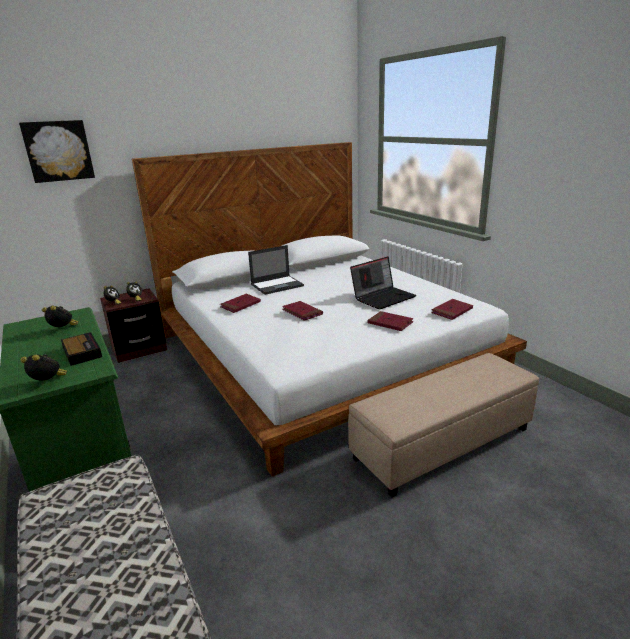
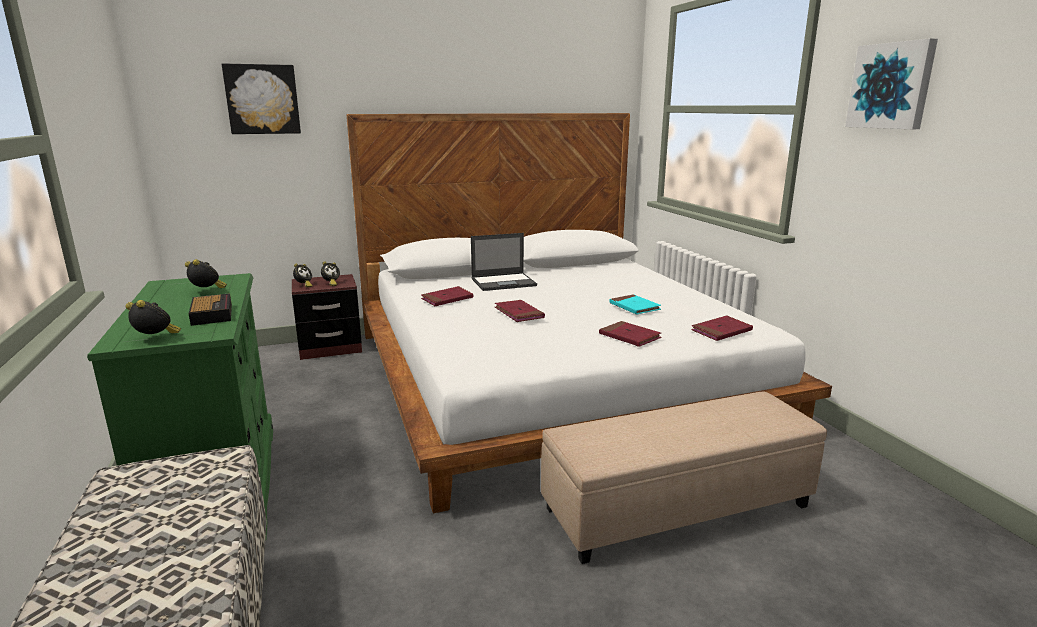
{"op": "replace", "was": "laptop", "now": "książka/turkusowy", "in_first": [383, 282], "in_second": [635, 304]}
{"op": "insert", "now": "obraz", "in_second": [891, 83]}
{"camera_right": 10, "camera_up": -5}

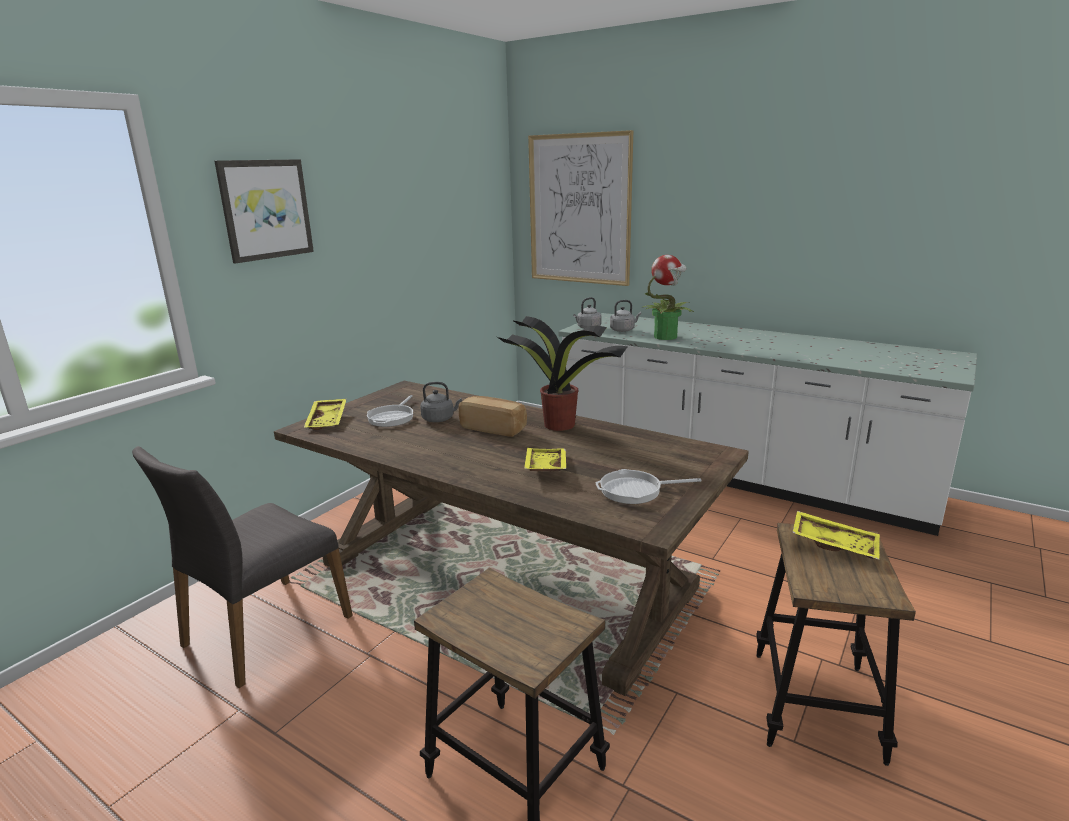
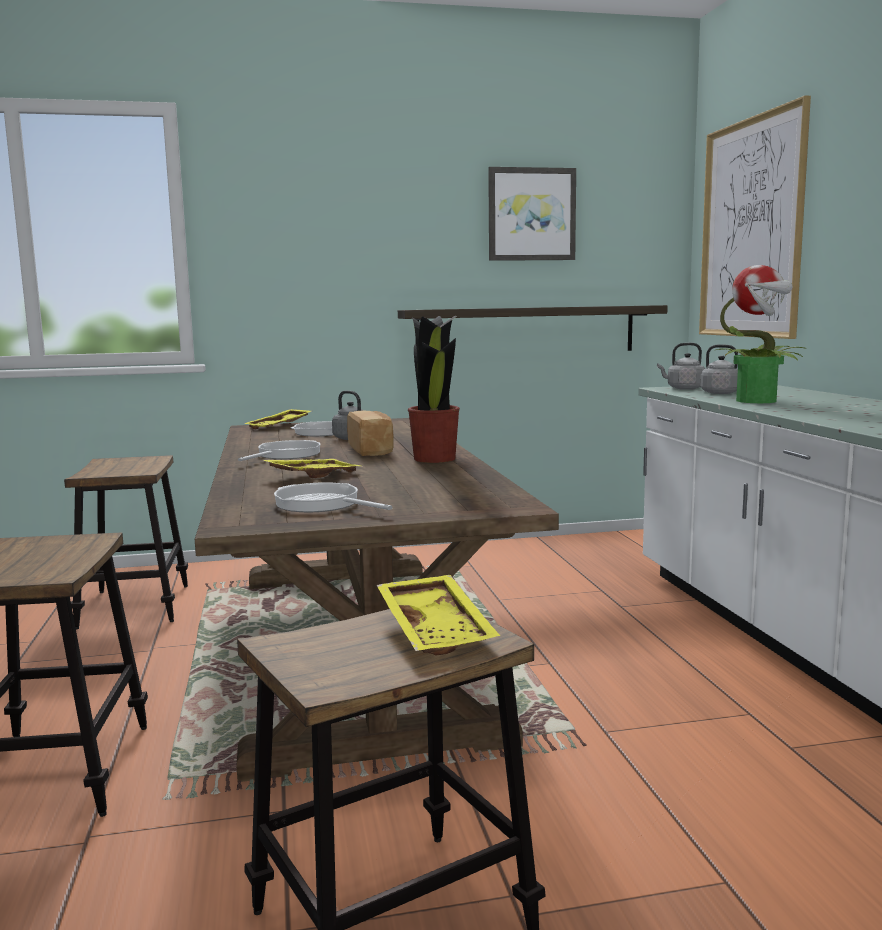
{"op": "move", "was": "obraz", "in_first": [264, 211], "in_second": [532, 214]}
{"op": "replace", "was": "krzesło/szary", "now": "stołek", "in_first": [242, 567], "in_second": [126, 542]}
{"op": "insert", "now": "półka", "in_second": [533, 328]}
{"op": "insert", "now": "patelnia", "in_second": [279, 450]}
{"camera_right": 45, "camera_up": -10}

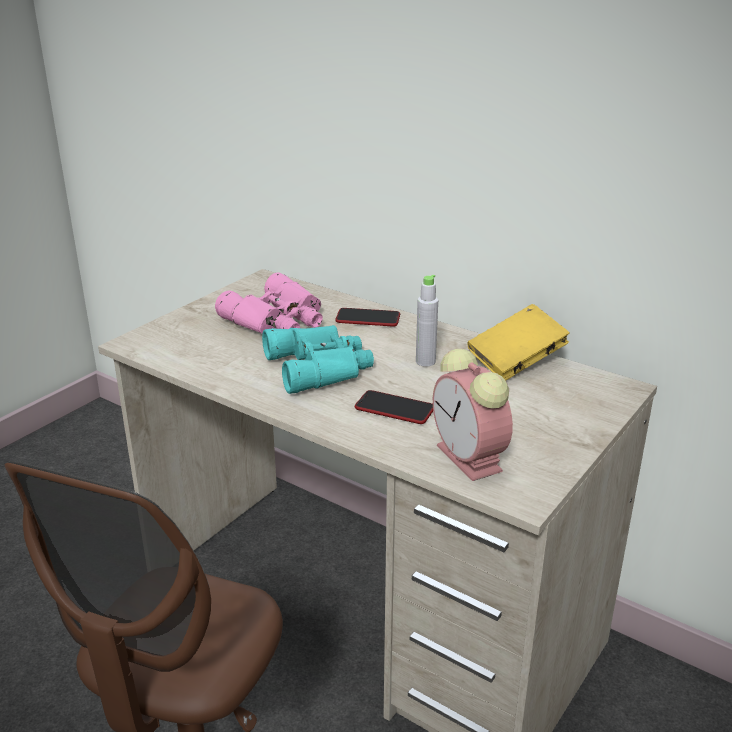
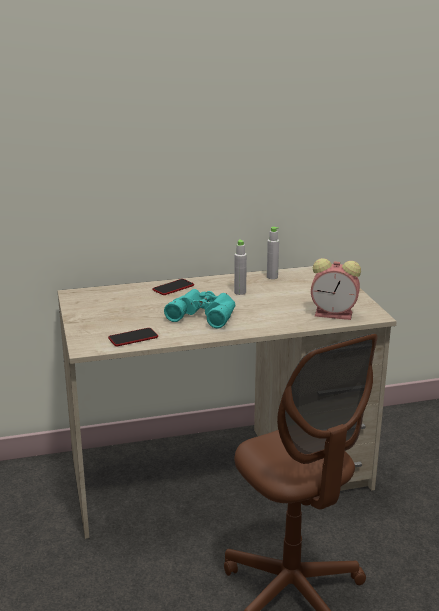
{"op": "delete", "was": "lornetka/różowy", "in_first": [269, 303]}
{"op": "replace", "was": "książka/żółty", "now": "butelka/szary", "in_first": [518, 342], "in_second": [273, 253]}
{"op": "move", "was": "telefon", "in_first": [394, 407], "in_second": [133, 337]}
{"camera_right": -50, "camera_up": -5}

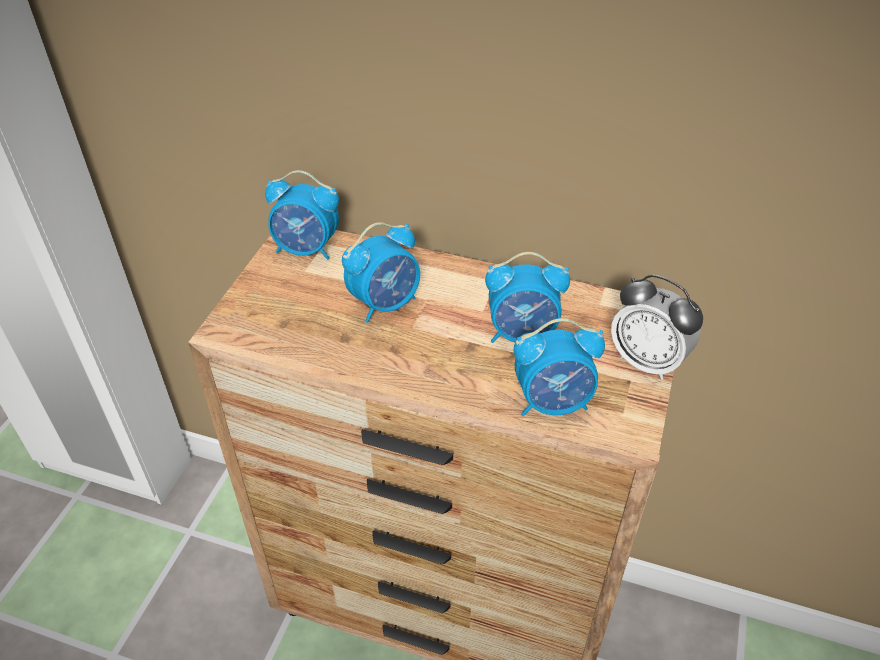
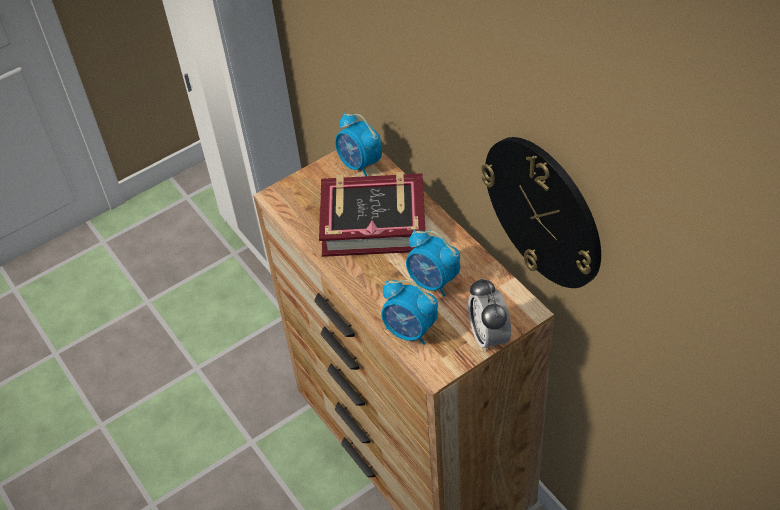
{"op": "replace", "was": "budzik", "now": "książka", "in_first": [381, 272], "in_second": [372, 214]}
{"op": "insert", "now": "zegar ścienny", "in_second": [541, 212]}
{"camera_right": 40, "camera_up": 5}

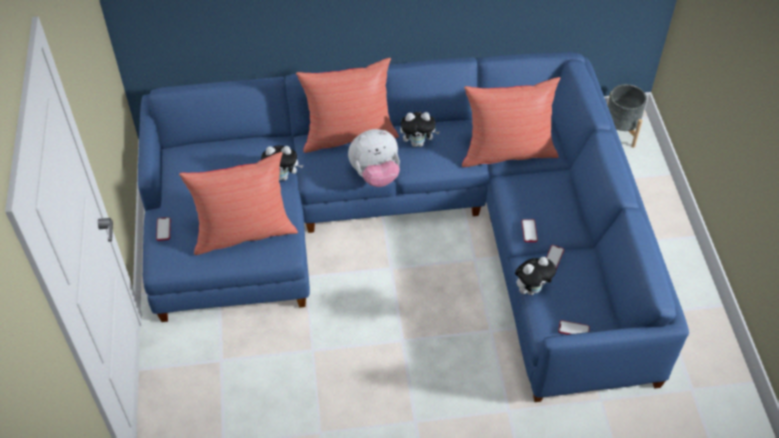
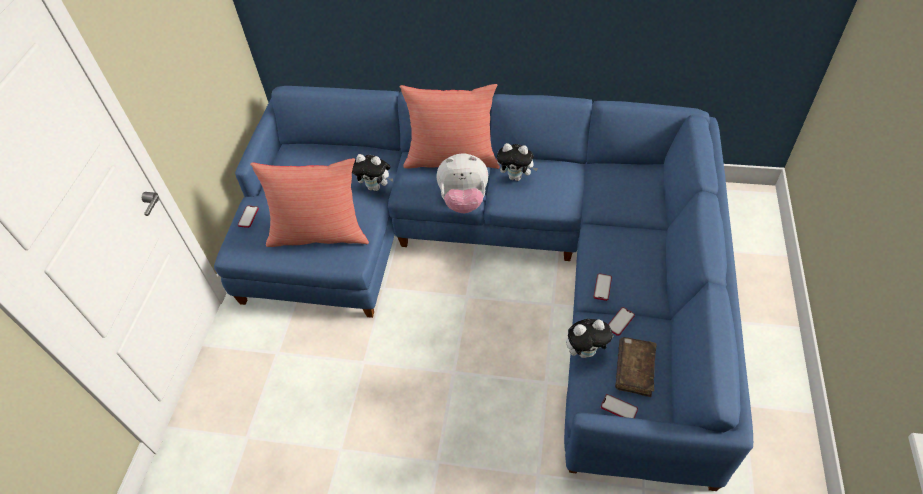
{"op": "delete", "was": "poduszka/czerwony", "in_first": [511, 122]}
{"op": "delete", "was": "donica/szary", "in_first": [627, 116]}
{"op": "insert", "now": "książka/brązowy", "in_second": [635, 367]}
{"camera_right": 20, "camera_up": 0}

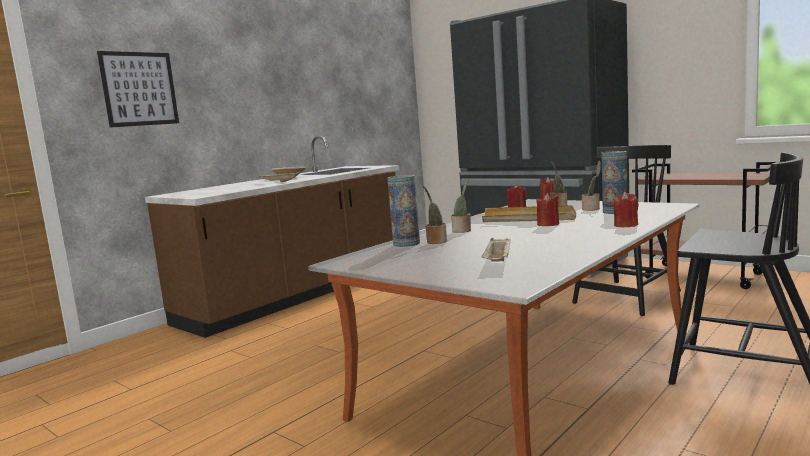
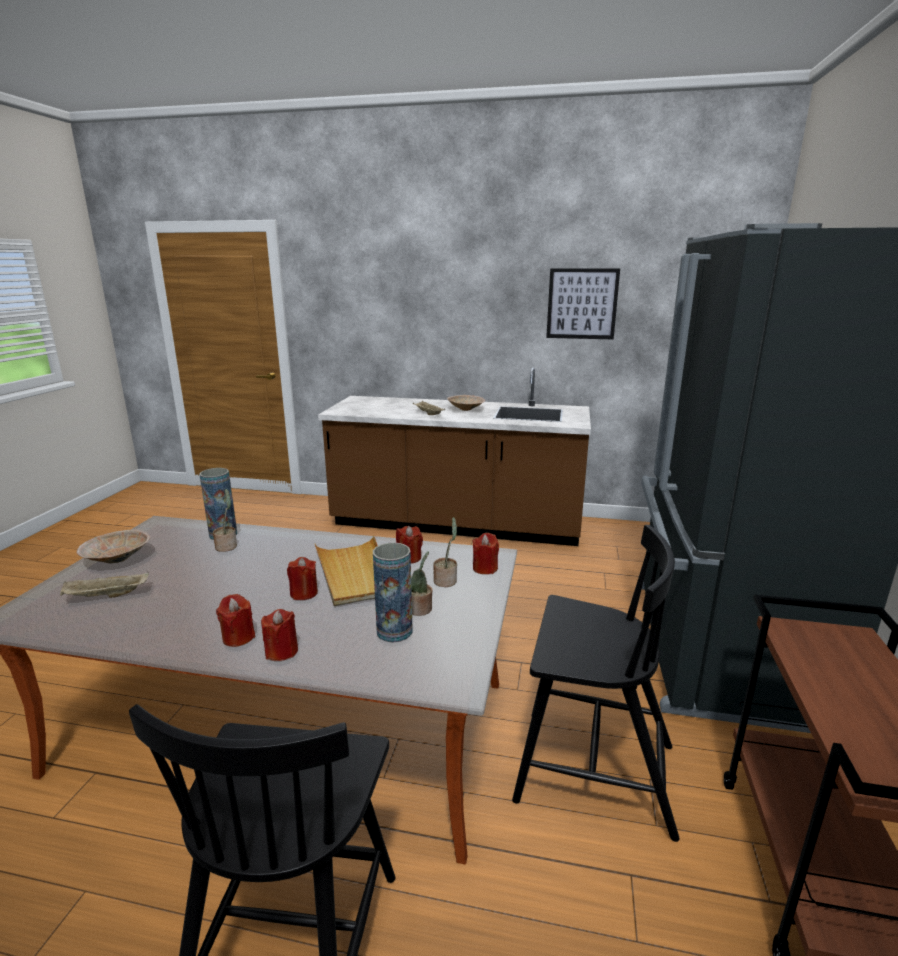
{"op": "move", "was": "obraz", "in_first": [138, 89], "in_second": [583, 303]}
{"op": "delete", "was": "roślina doniczkowa", "in_first": [461, 206]}
{"op": "insert", "now": "miska/beżowy", "in_second": [113, 546]}
{"op": "insert", "now": "świeca/czerwony", "in_second": [235, 620]}
{"camera_right": 60, "camera_up": 10}

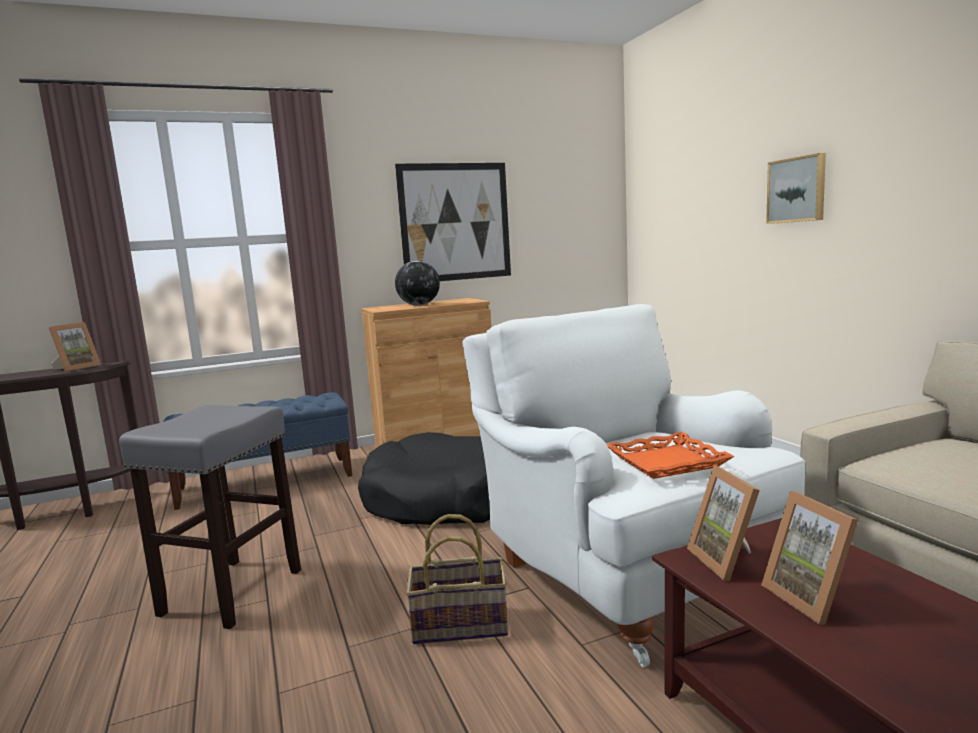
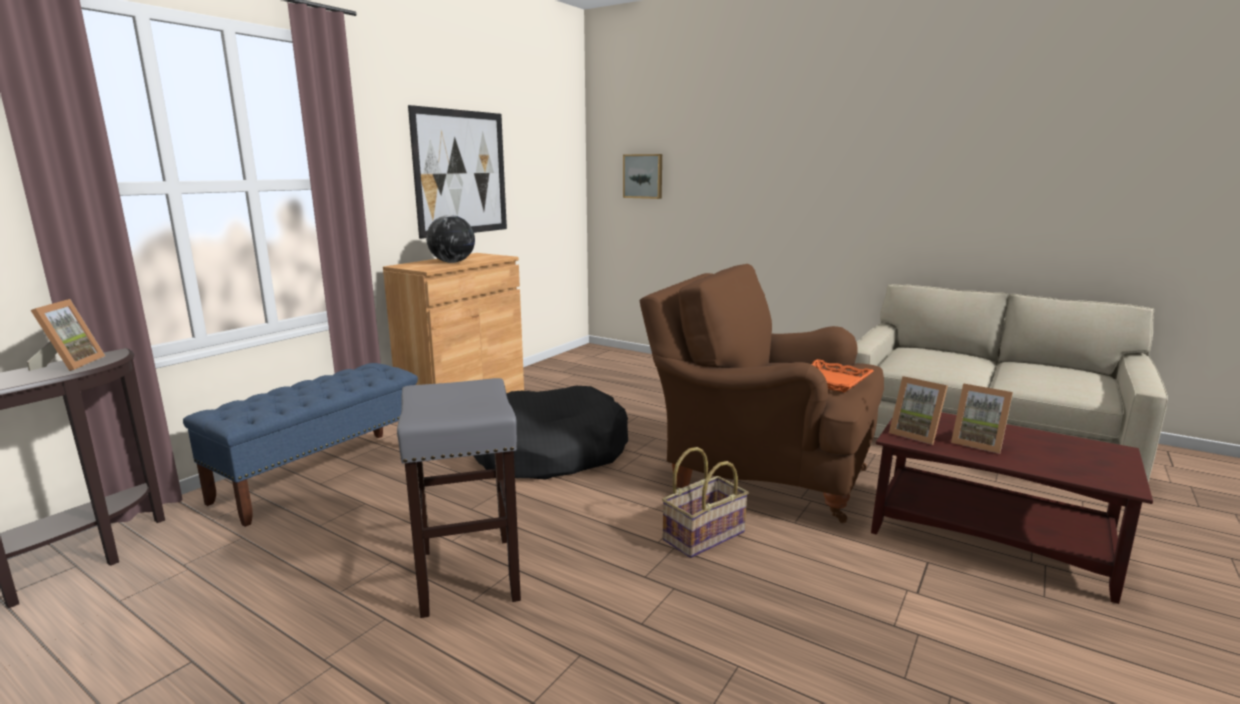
{"op": "move", "was": "obraz", "in_first": [796, 188], "in_second": [642, 176]}
{"op": "recolor", "was": "fotel/biały", "now": "fotel/brązowy", "in_first": [634, 485], "in_second": [761, 393]}
{"camera_right": -35, "camera_up": 5}

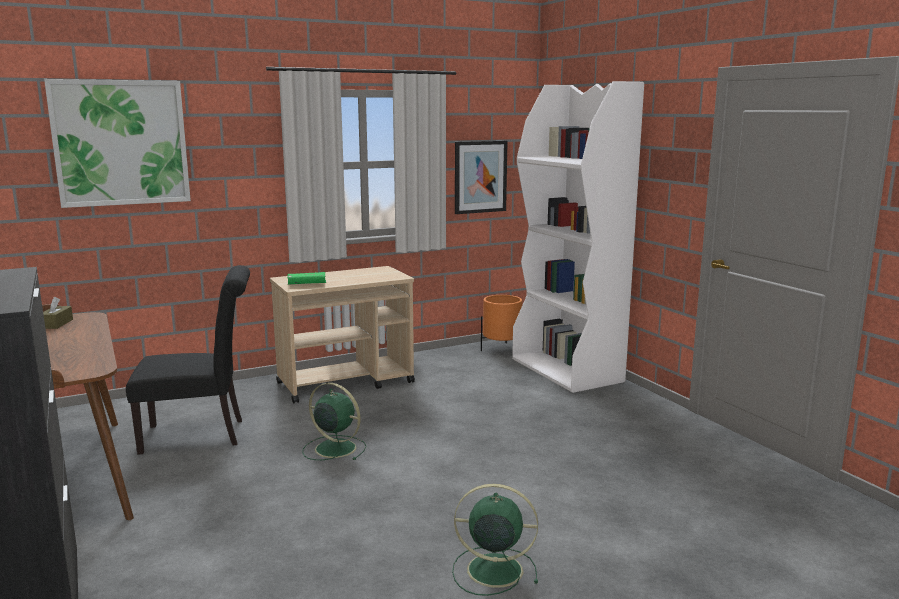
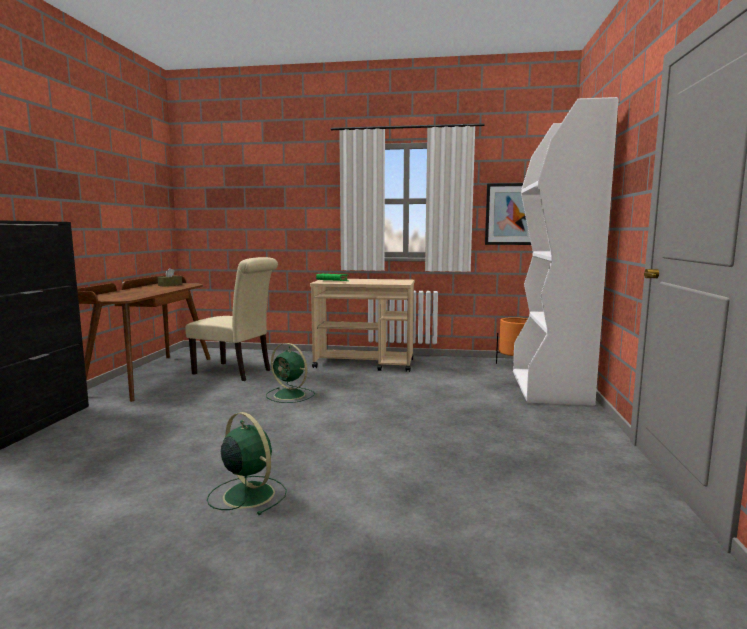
{"op": "delete", "was": "obraz", "in_first": [117, 143]}
{"op": "recolor", "was": "krzesło/czarny", "now": "krzesło/beżowy", "in_first": [188, 360], "in_second": [231, 319]}
{"op": "rotate", "was": "wentylator/zielony", "in_first": [334, 421], "in_second": [290, 373], "clockwise": 150}
{"camera_right": 35, "camera_up": -5}

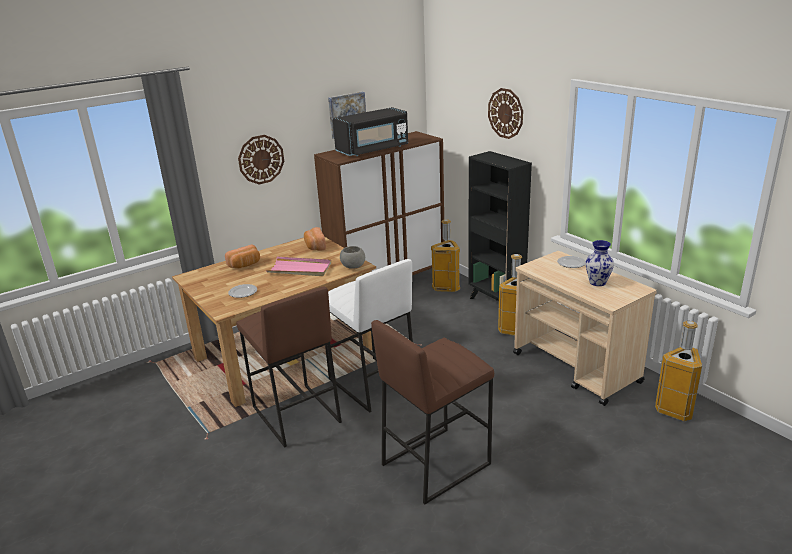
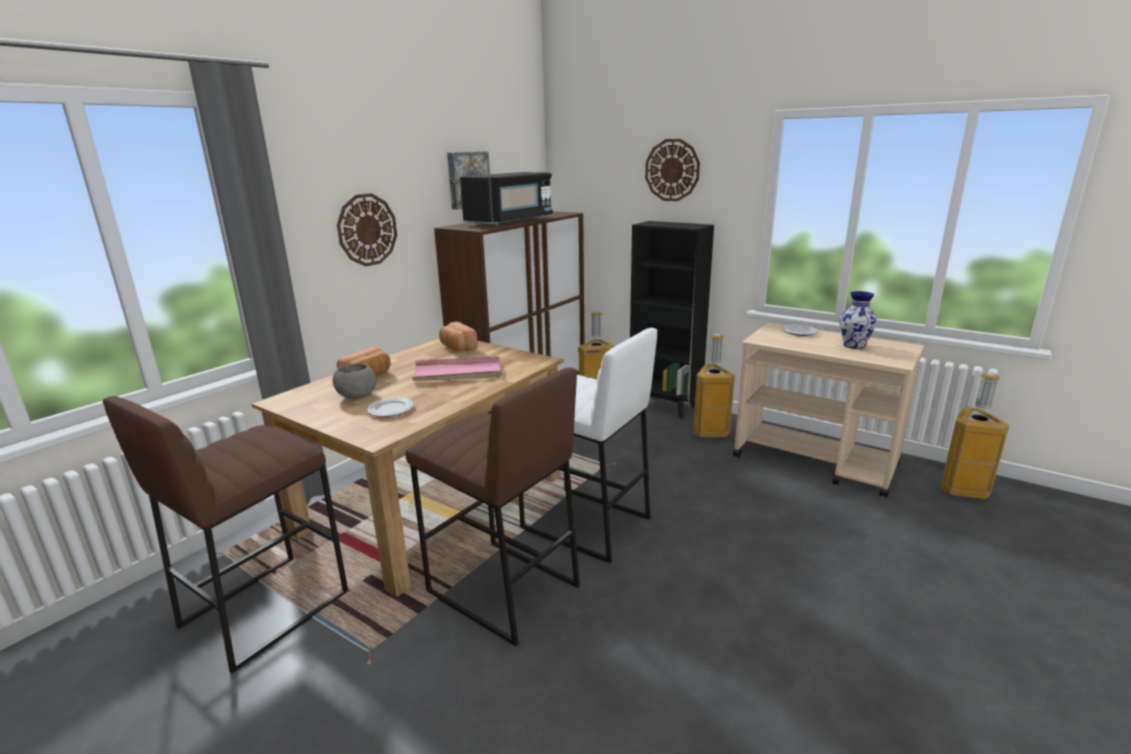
{"op": "move", "was": "miska/szary", "in_first": [352, 257], "in_second": [354, 381]}
{"op": "move", "was": "stołek/brązowy", "in_first": [432, 412], "in_second": [225, 535]}
{"camera_right": -20, "camera_up": -5}

